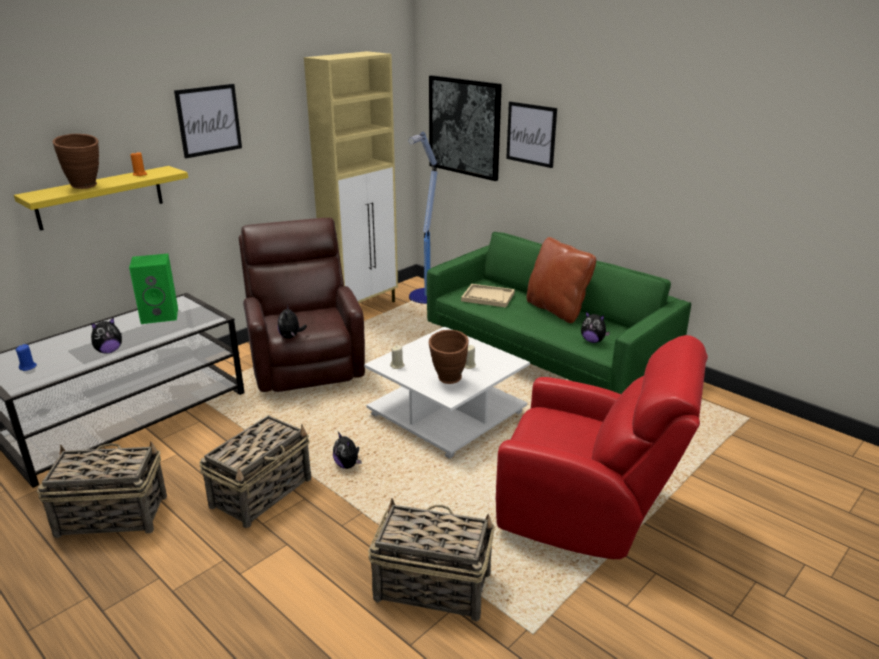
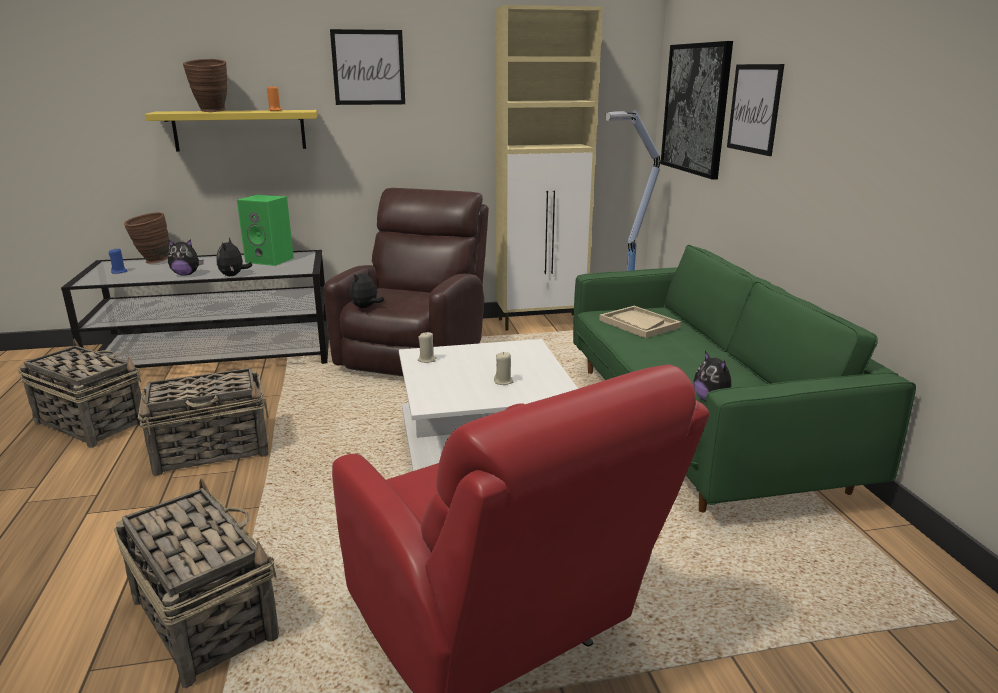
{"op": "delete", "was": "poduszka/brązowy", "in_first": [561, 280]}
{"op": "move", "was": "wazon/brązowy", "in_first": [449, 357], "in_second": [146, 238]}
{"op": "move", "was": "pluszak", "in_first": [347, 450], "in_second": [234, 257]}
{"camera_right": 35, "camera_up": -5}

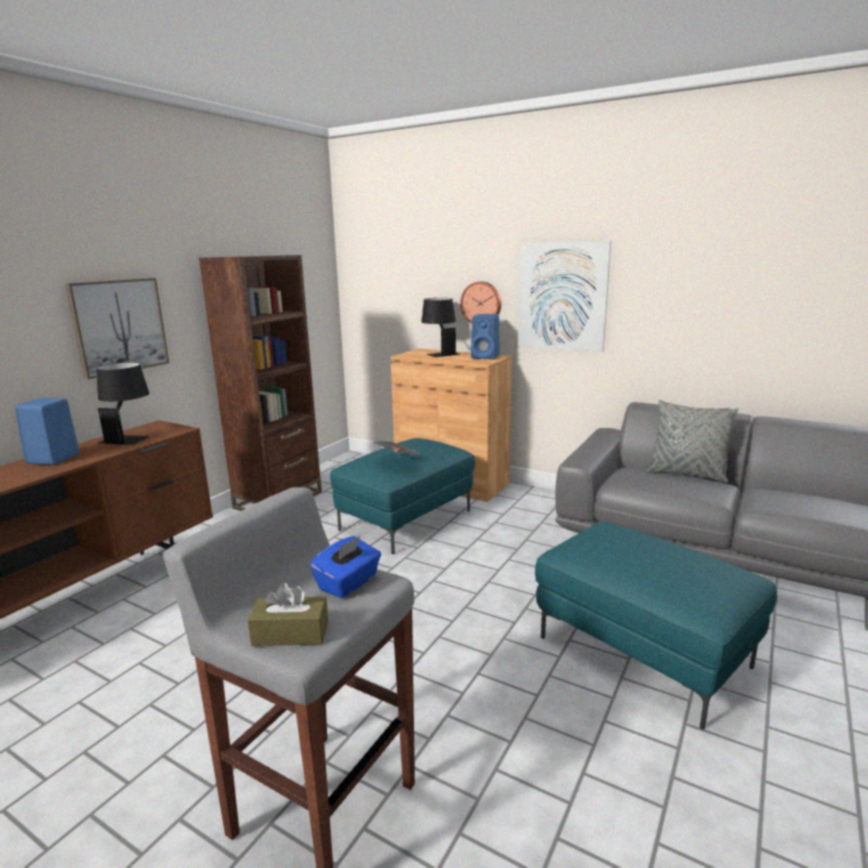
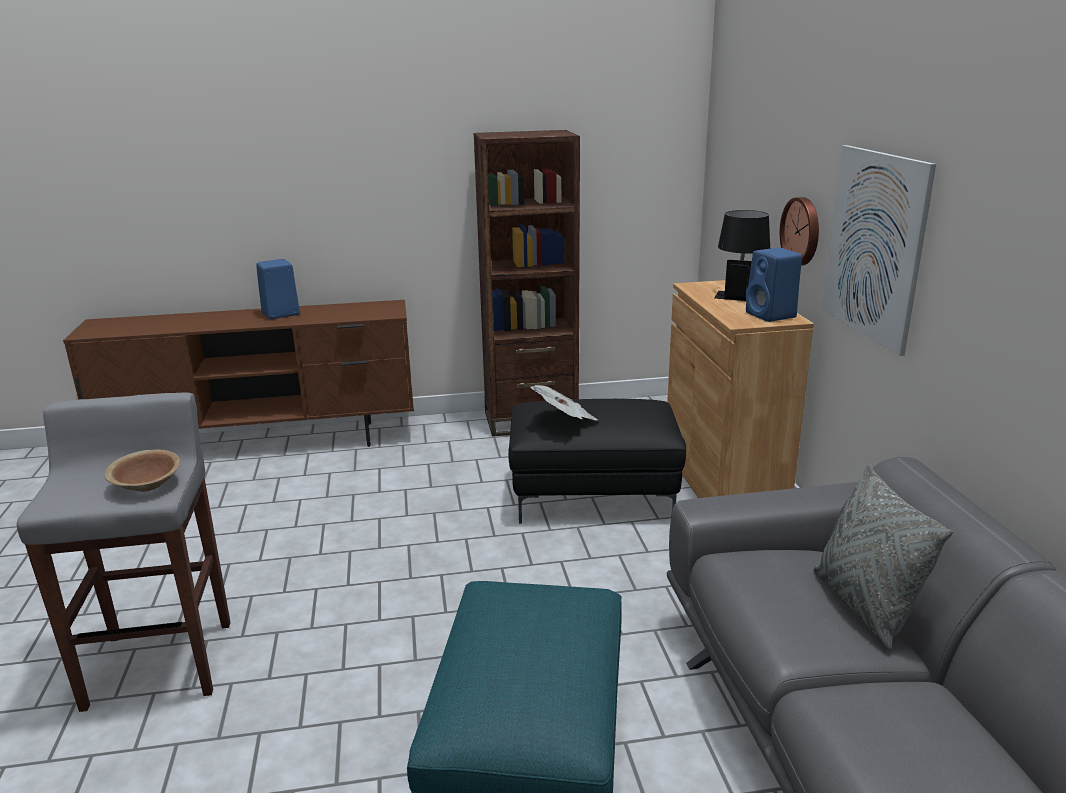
{"op": "delete", "was": "obraz", "in_first": [117, 328]}
{"op": "delete", "was": "lampa stołowa/czarny", "in_first": [123, 403]}
{"op": "recolor", "was": "pufa/turkusowy", "now": "pufa/czarny", "in_first": [402, 496], "in_second": [597, 461]}
{"op": "replace", "was": "pudełko chusteczek/niebieski", "now": "miska/brązowy", "in_first": [345, 567], "in_second": [142, 470]}
{"op": "delete", "was": "pudełko chusteczek/brązowy", "in_first": [287, 614]}
{"camera_right": 50, "camera_up": 5}

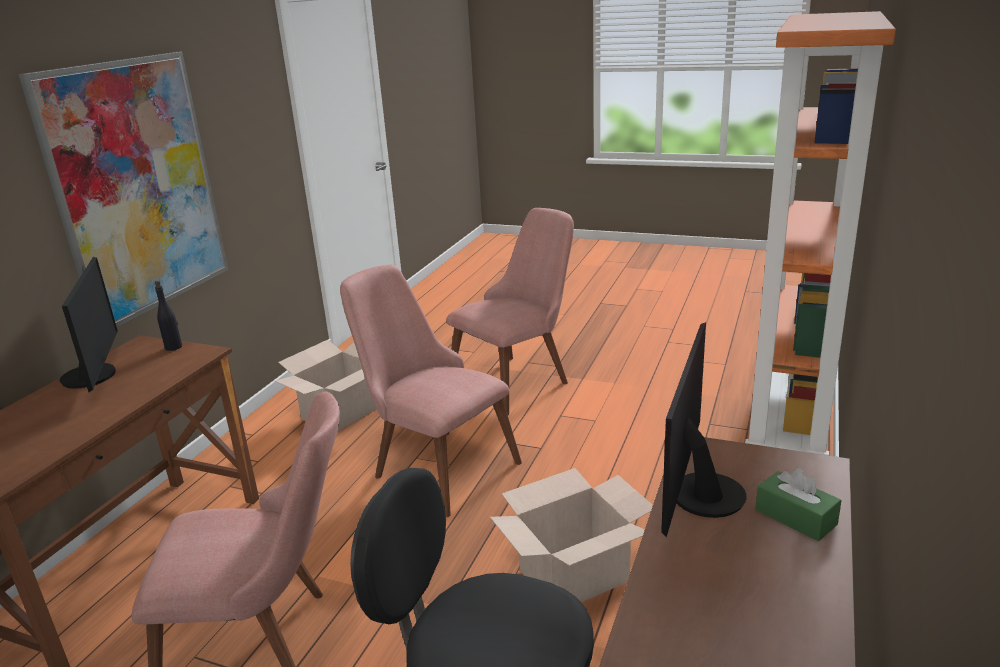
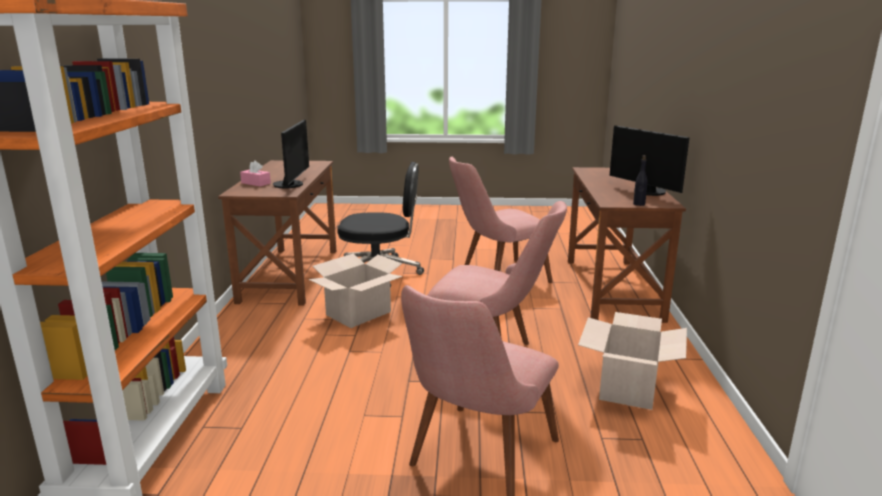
{"op": "delete", "was": "obraz", "in_first": [123, 189]}
{"op": "recolor", "was": "pudełko chusteczek/zielony", "now": "pudełko chusteczek/różowy", "in_first": [799, 504], "in_second": [255, 174]}
{"camera_right": 160, "camera_up": -5}

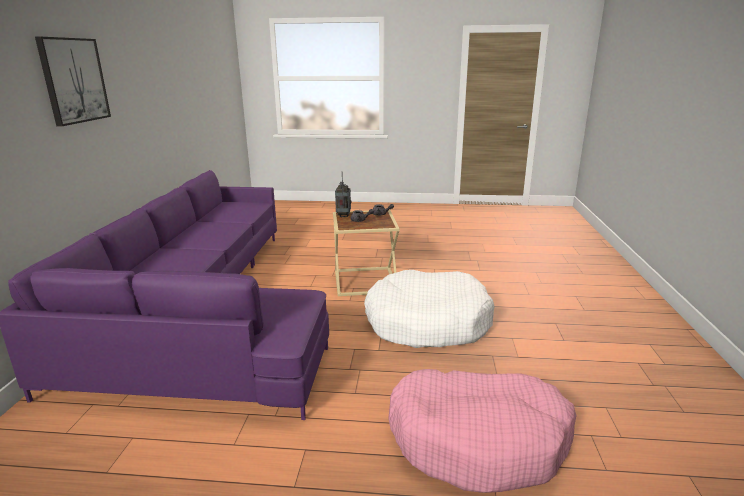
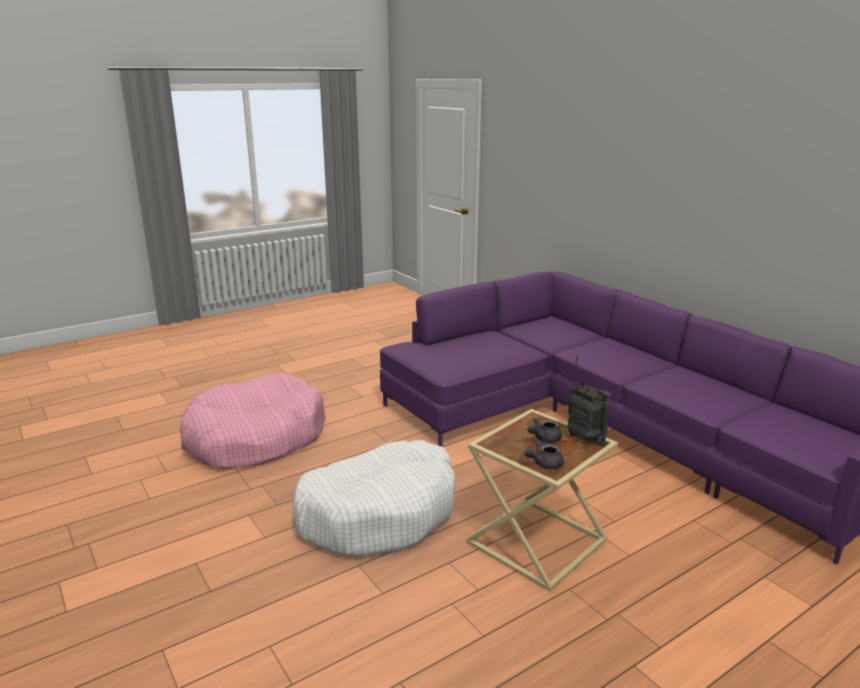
{"op": "delete", "was": "obraz", "in_first": [73, 81]}
{"camera_right": 140, "camera_up": 0}

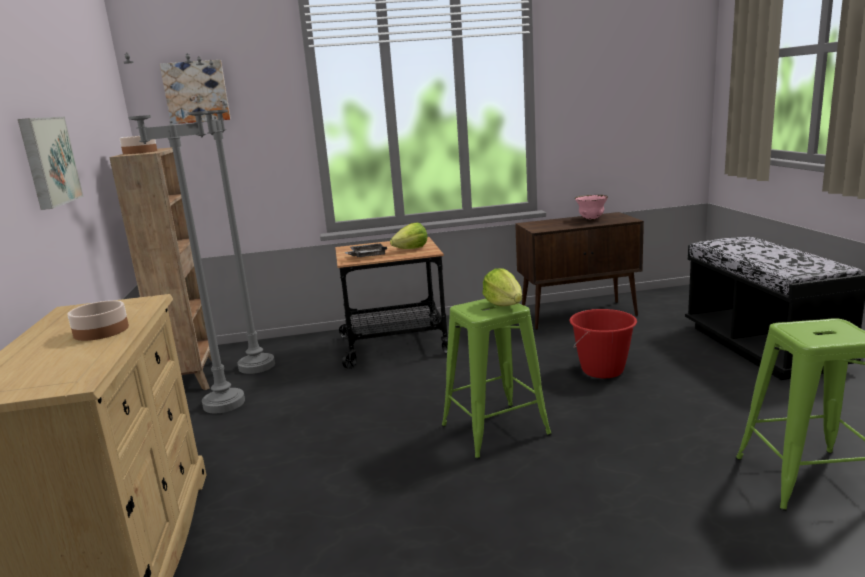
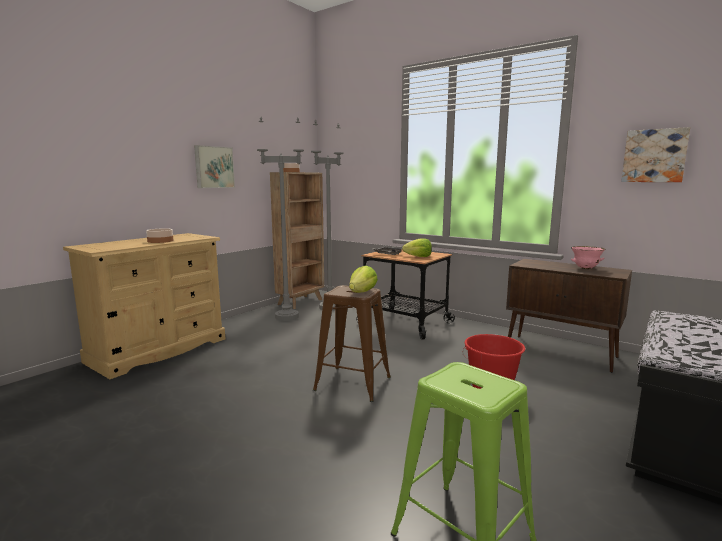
{"op": "move", "was": "obraz", "in_first": [195, 92], "in_second": [655, 154]}
{"op": "recolor", "was": "stołek/zielony", "now": "stołek/brązowy", "in_first": [497, 379], "in_second": [352, 343]}
{"camera_right": 45, "camera_up": -5}

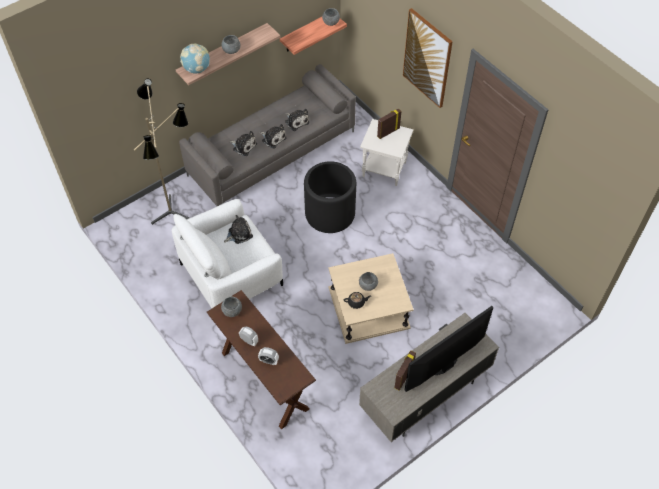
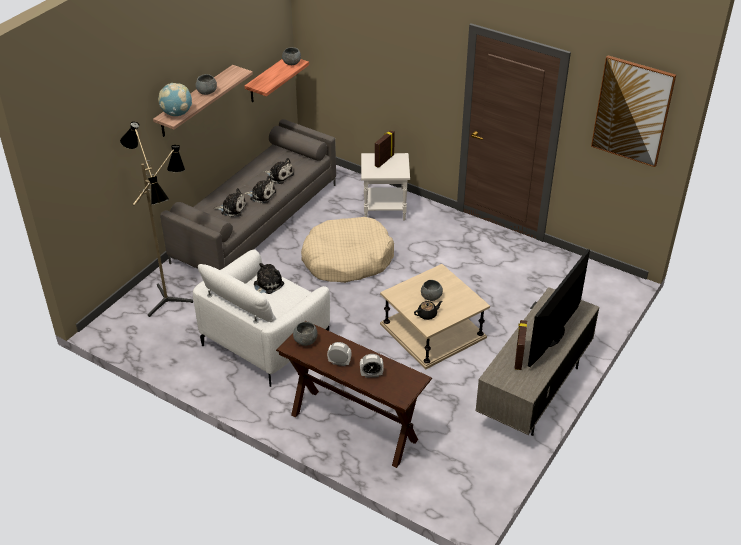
{"op": "move", "was": "obraz", "in_first": [428, 58], "in_second": [633, 111]}
{"op": "replace", "was": "donica/czarny", "now": "legowisko/beżowy", "in_first": [330, 197], "in_second": [347, 250]}
{"camera_right": -20, "camera_up": -15}

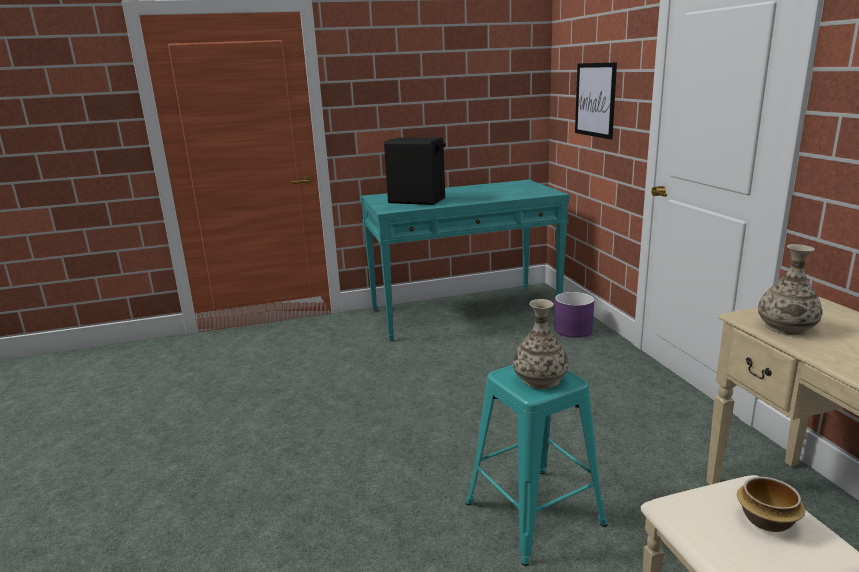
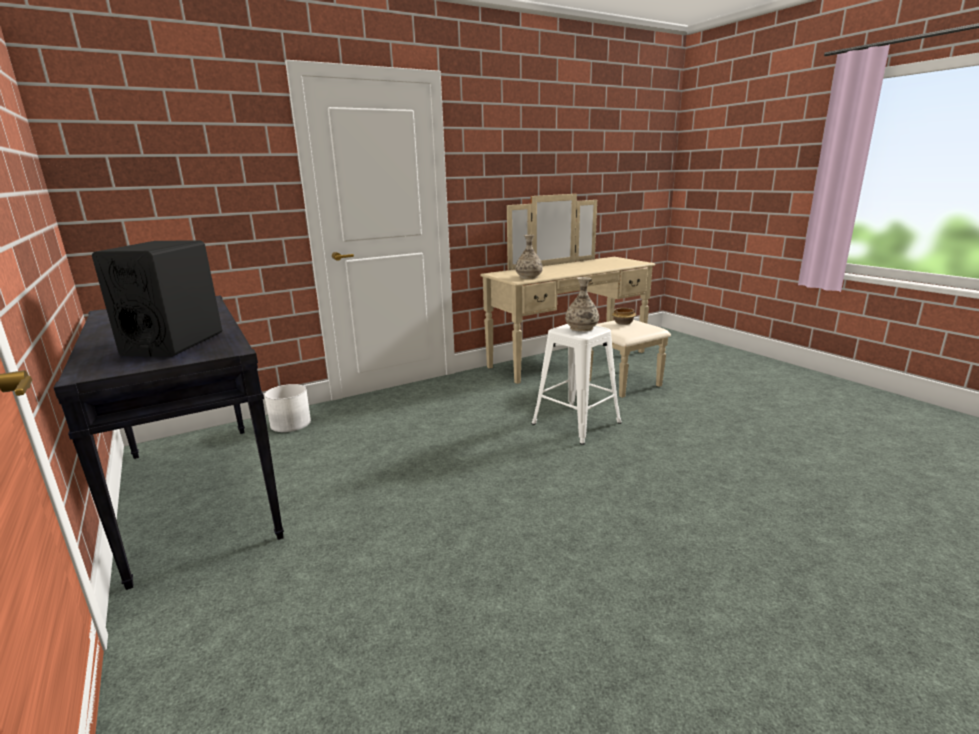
{"op": "delete", "was": "obraz", "in_first": [596, 100]}
{"op": "recolor", "was": "stolik konsolowy/turkusowy", "now": "stolik konsolowy/czarny", "in_first": [465, 260], "in_second": [169, 442]}
{"op": "recolor", "was": "donica/fioletowy", "now": "donica/biały", "in_first": [574, 315], "in_second": [287, 408]}
{"op": "recolor", "was": "stołek/turkusowy", "now": "stołek/biały", "in_first": [537, 465], "in_second": [576, 384]}
{"camera_right": -105, "camera_up": 0}

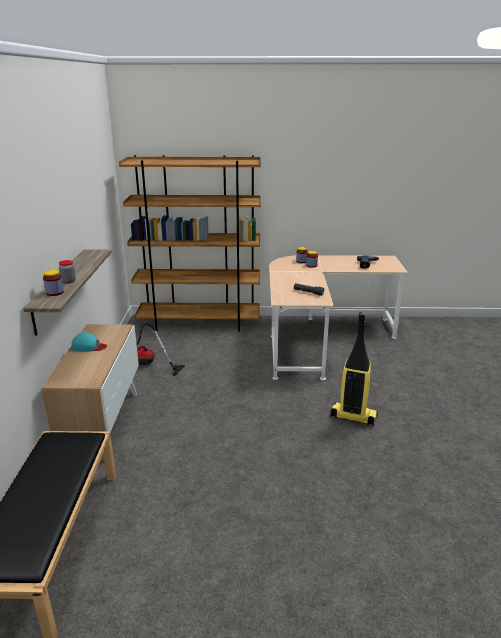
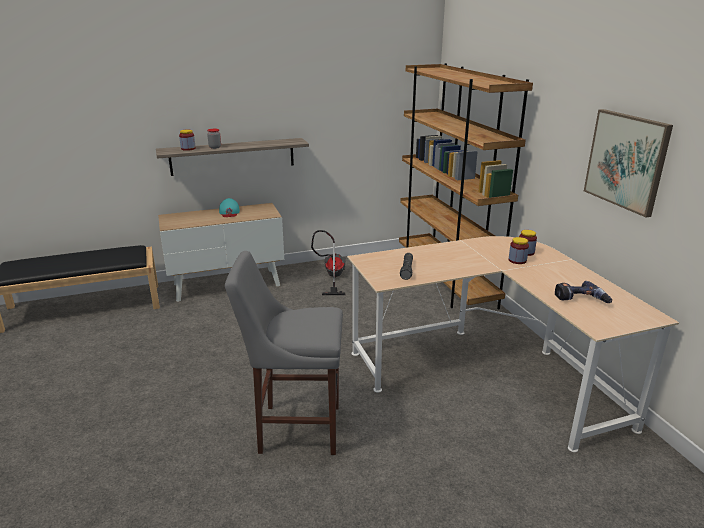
{"op": "replace", "was": "odkurzacz", "now": "stołek/szary", "in_first": [354, 369], "in_second": [284, 353]}
{"op": "insert", "now": "obraz", "in_second": [628, 163]}
{"camera_right": 70, "camera_up": 0}

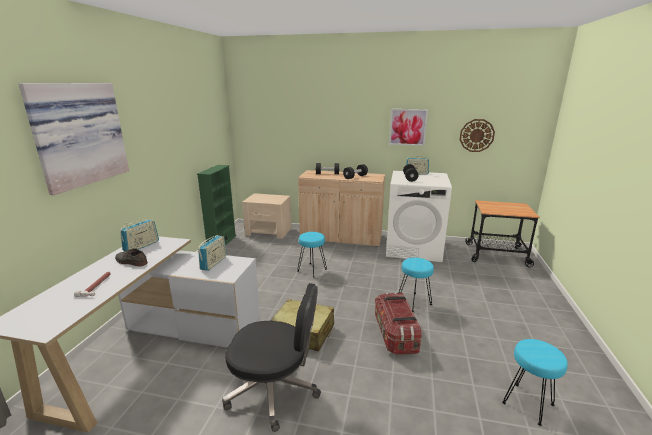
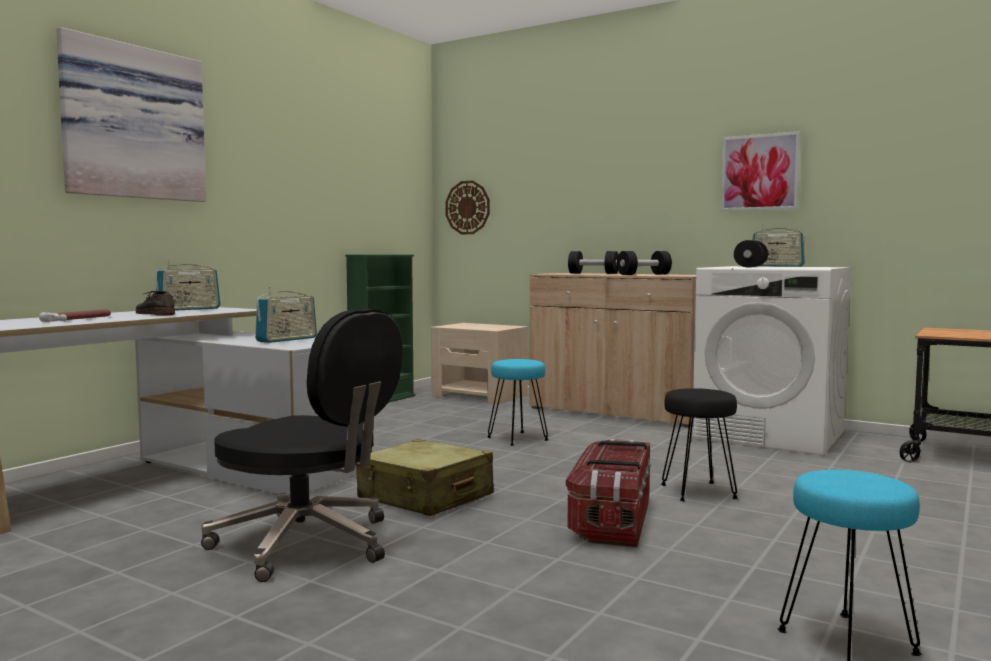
{"op": "move", "was": "zegar ścienny", "in_first": [477, 135], "in_second": [467, 207]}
{"op": "recolor", "was": "stołek/turkusowy", "now": "stołek/czarny", "in_first": [416, 285], "in_second": [699, 445]}
{"camera_right": 20, "camera_up": -15}

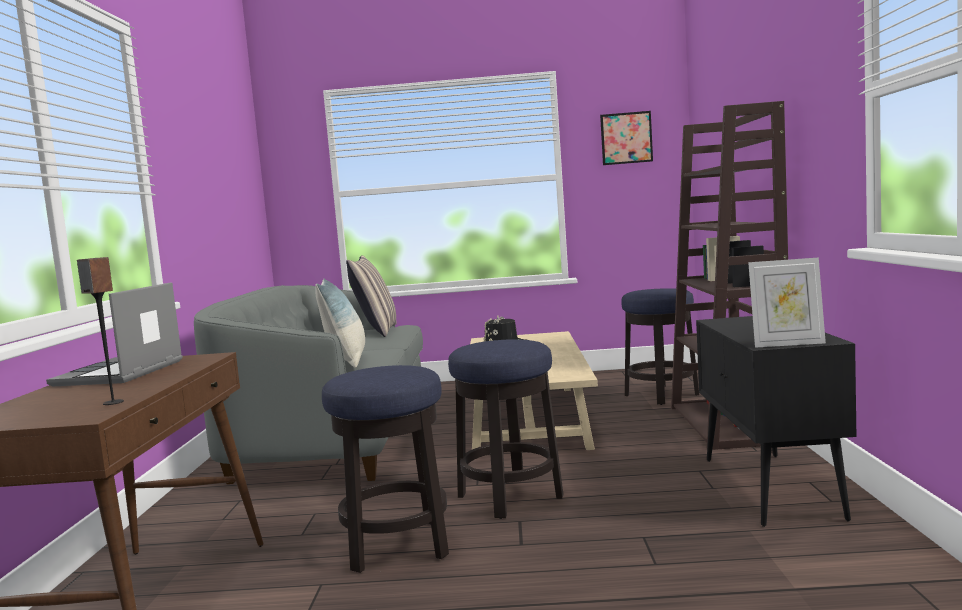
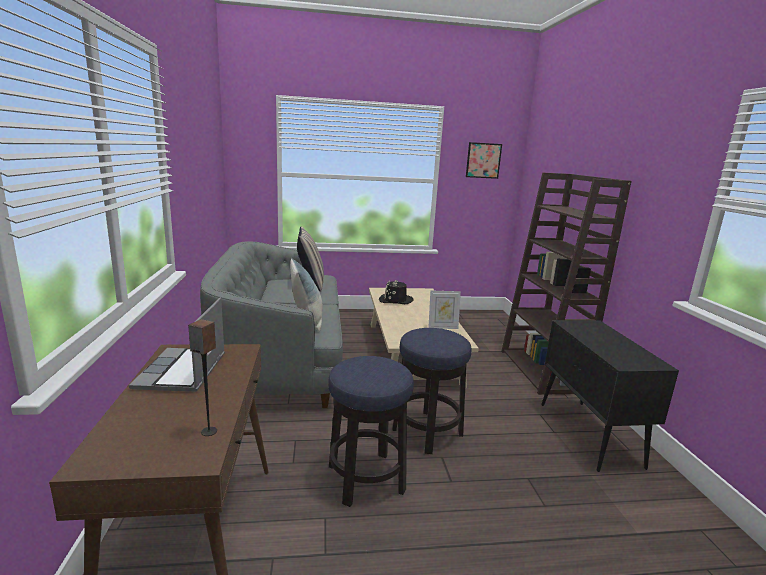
{"op": "move", "was": "ramka na zdjęcie", "in_first": [787, 302], "in_second": [444, 309]}
{"op": "delete", "was": "stołek", "in_first": [660, 346]}
{"camera_right": -10, "camera_up": 10}

